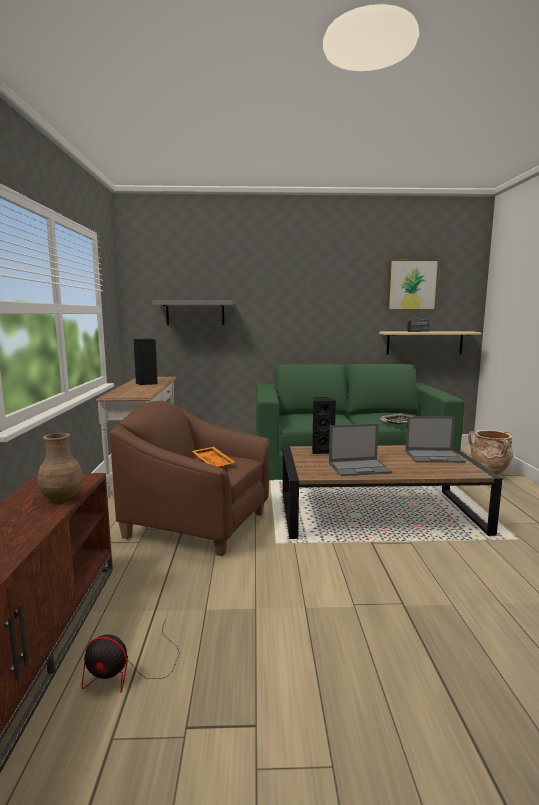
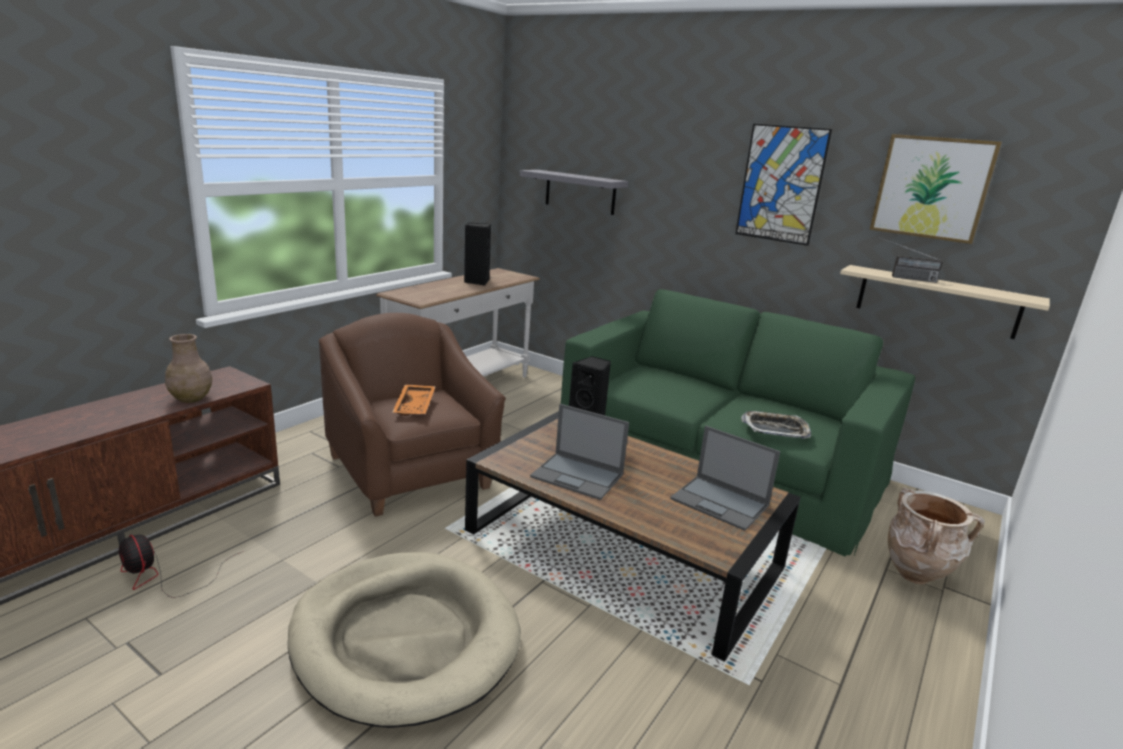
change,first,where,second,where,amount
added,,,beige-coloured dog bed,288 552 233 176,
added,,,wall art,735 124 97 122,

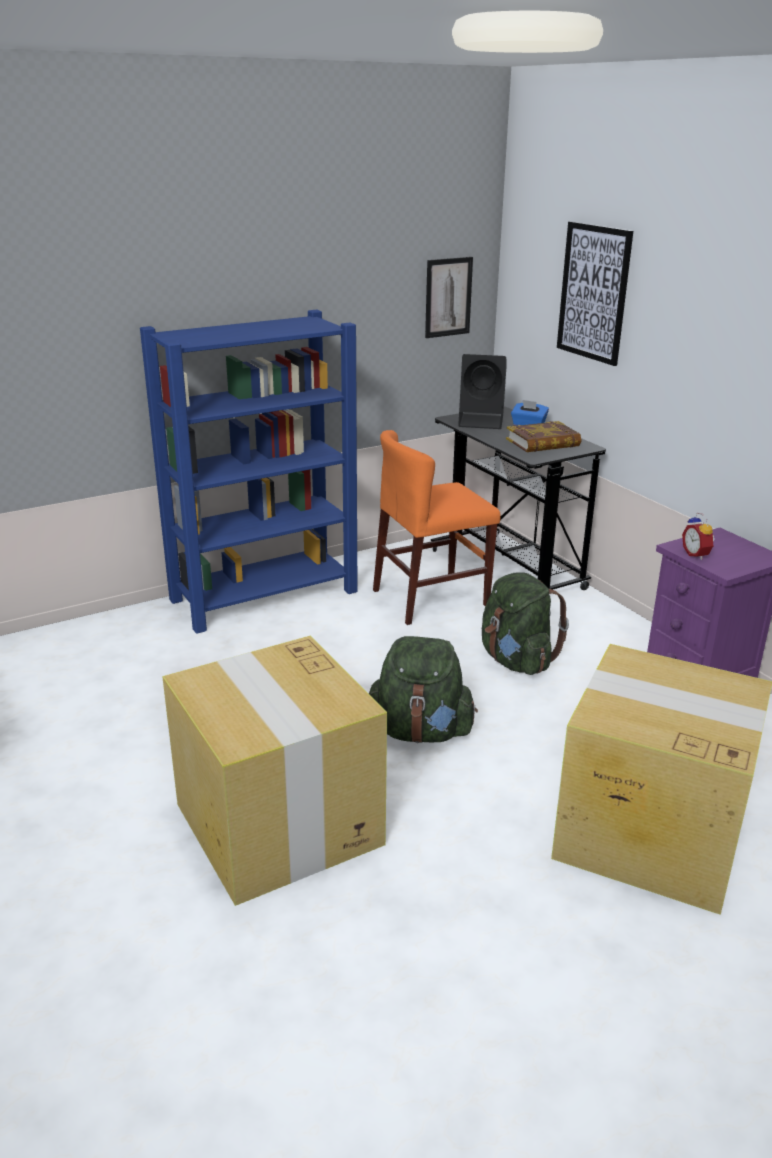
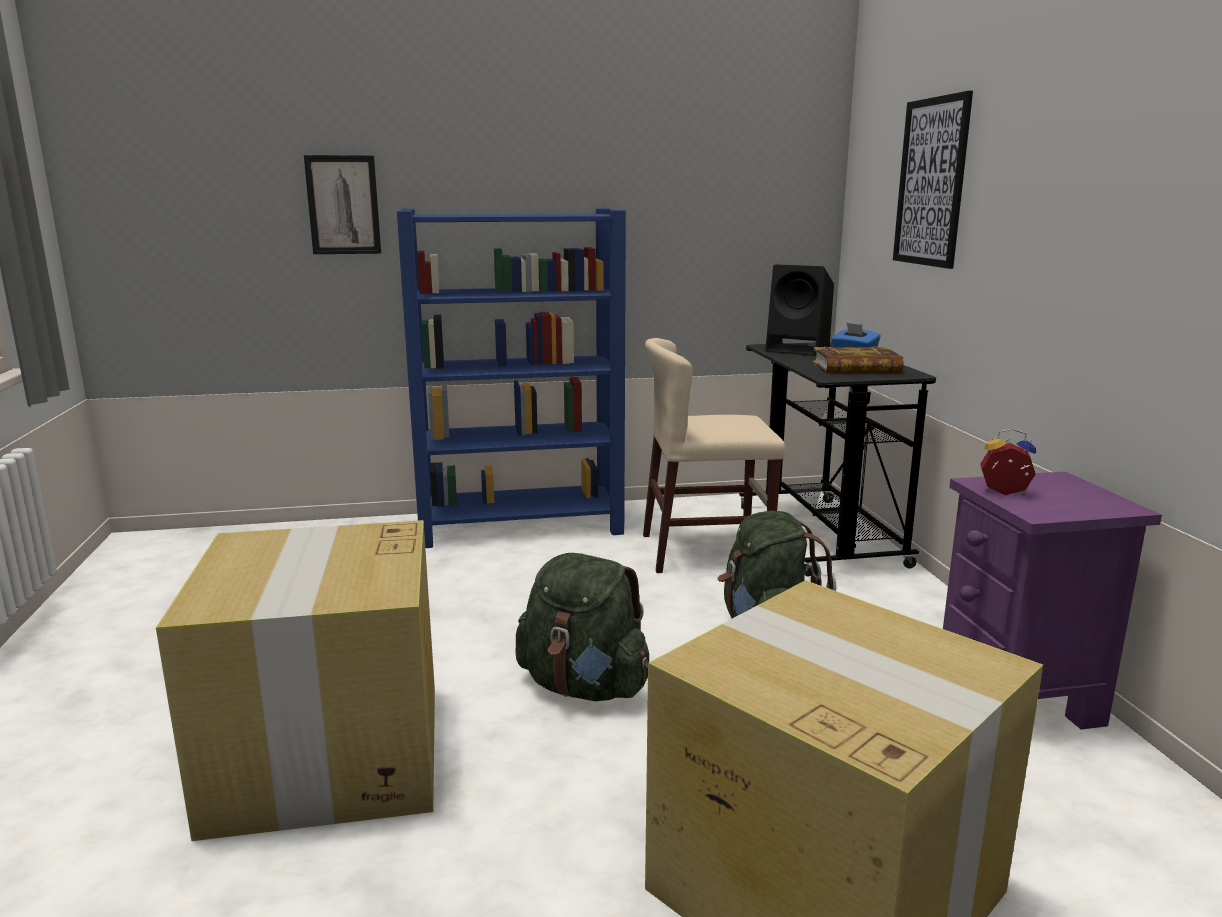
change,first,where,second,where,amount
moved,wall art,425 257 48 81,,304 155 77 99,
recoloured,orange-coloured chair,373 430 128 195,beige-coloured chair,643 338 143 235,
turned,alarm clock,682 513 33 47,,980 429 56 66,105 degrees clockwise

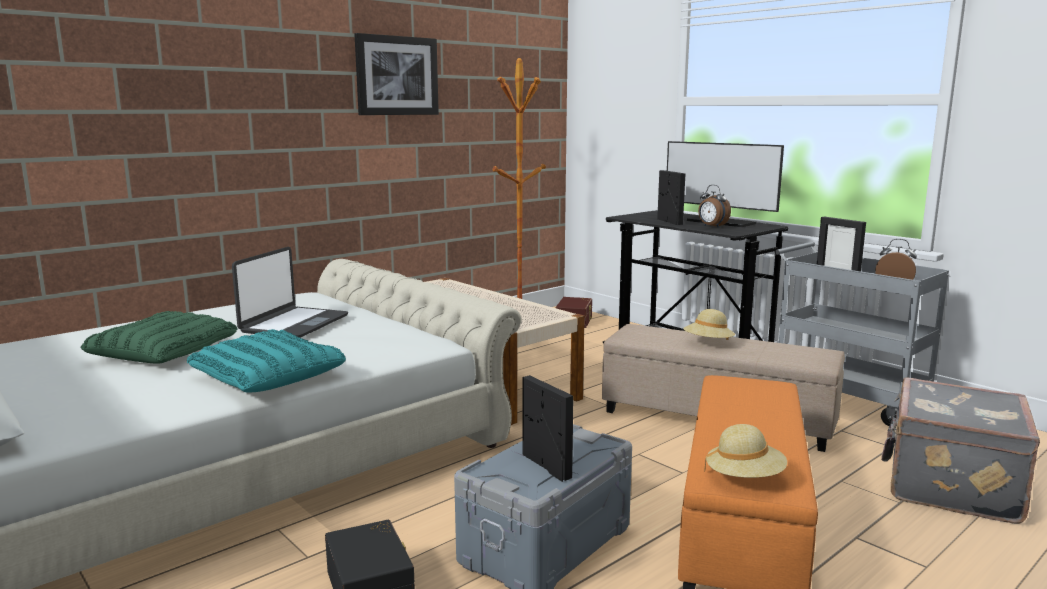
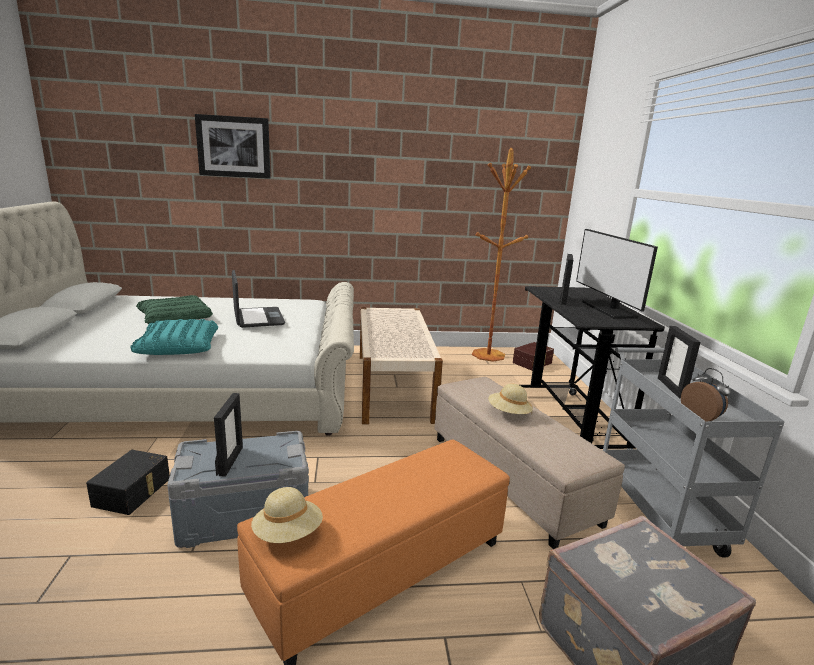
change,first,where,second,where,amount
removed,alarm clock,698 185 33 43,,,
moved,wall art,354 33 85 82,,195 114 76 65,
turned,notebook computer,232 247 116 91,,232 270 53 58,75 degrees counterclockwise

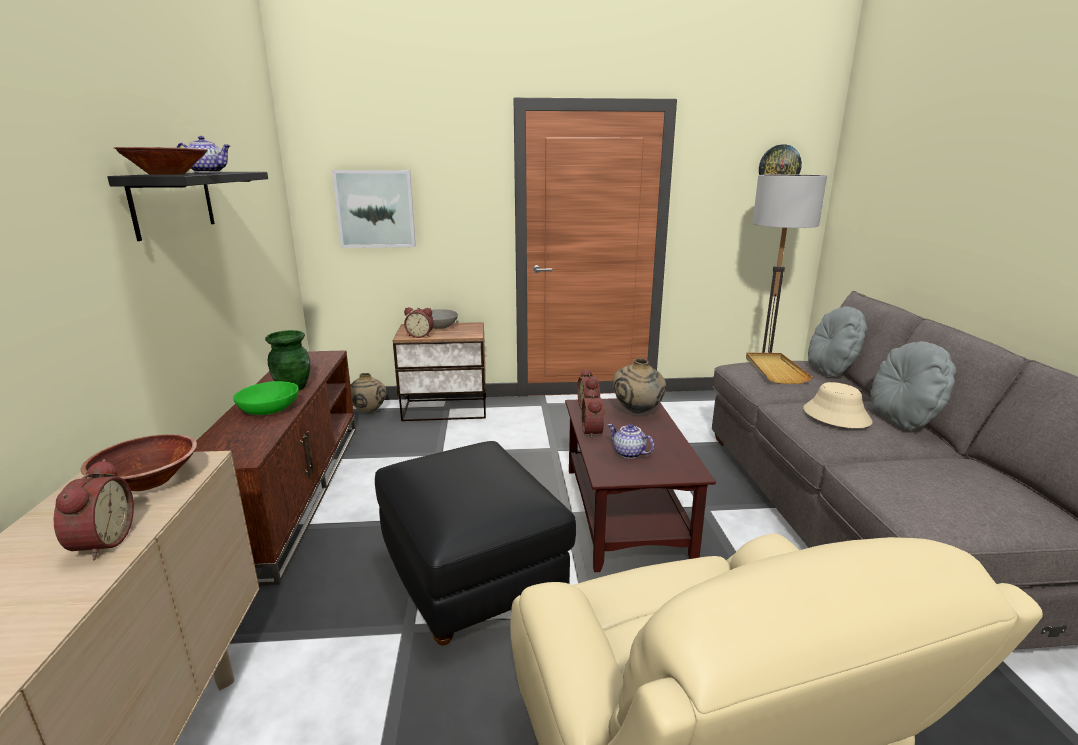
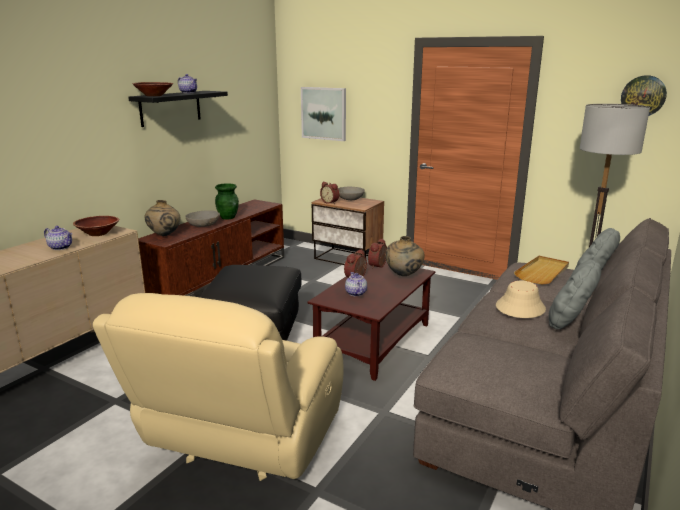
change,first,where,second,where,amount
moved,beige-coloured decorative vase,350 373 37 40,,145 200 35 36,
replaced,alarm clock,54 459 80 101,pot for tea,44 226 28 24,
recoloured,green deep dish,233 381 66 34,greyish deep dish,185 210 35 17,

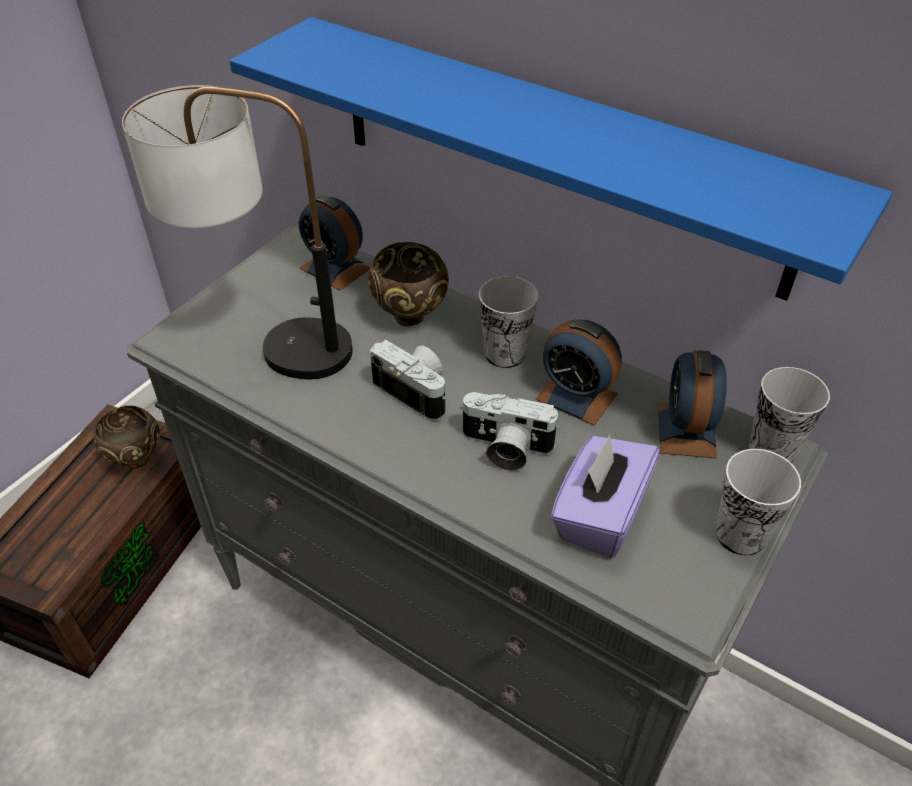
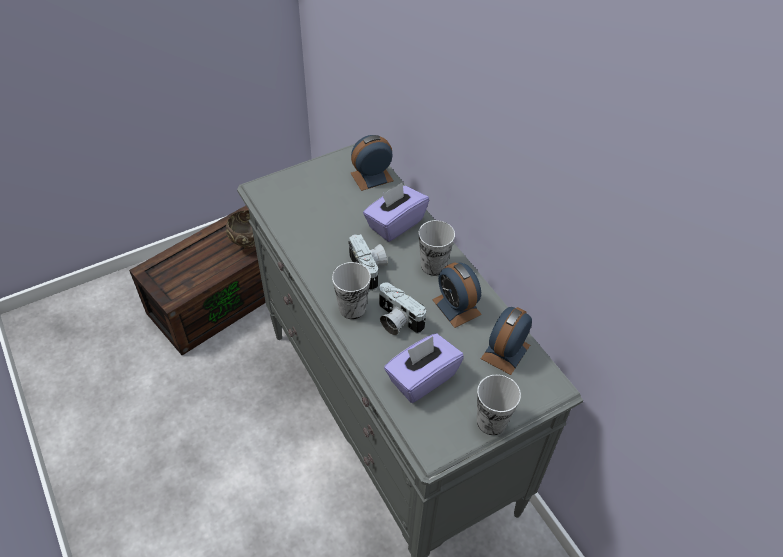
change,first,where,second,where,amount
removed,table lamp,122 85 231 294,,,
removed,blue wall shelf,230 17 662 284,,,
moved,cup,749 367 81 96,,332 262 39 57,
replaced,brownish deep dish,368 242 81 84,purple tissue holder,363 183 66 59,
turned,alarm clock,299 195 71 95,,351 135 43 56,90 degrees clockwise

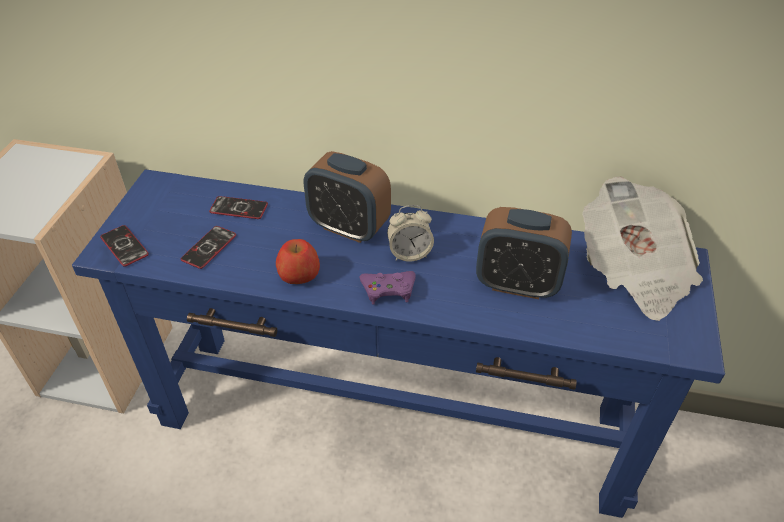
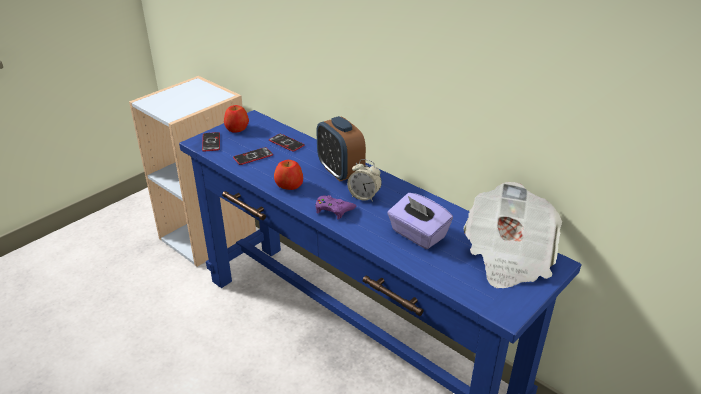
change,first,where,second,where,amount
added,,,apple,224 105 25 28,
replaced,alarm clock,476 207 96 92,purple tissue holder,387 193 66 56,

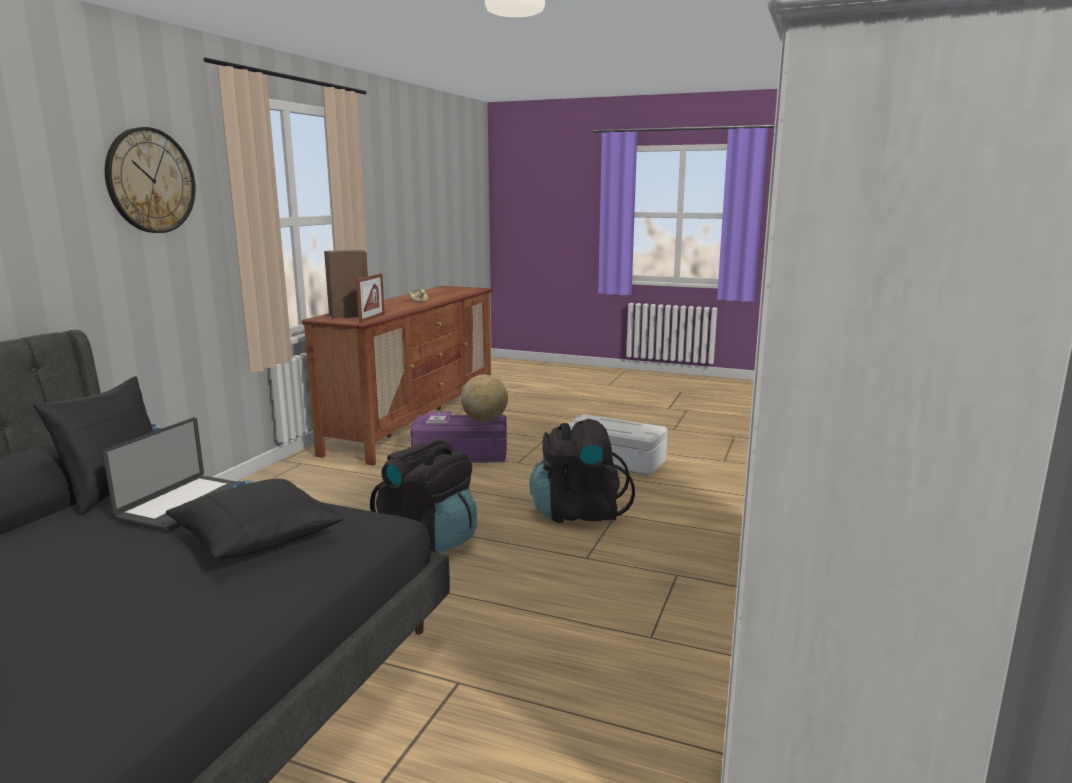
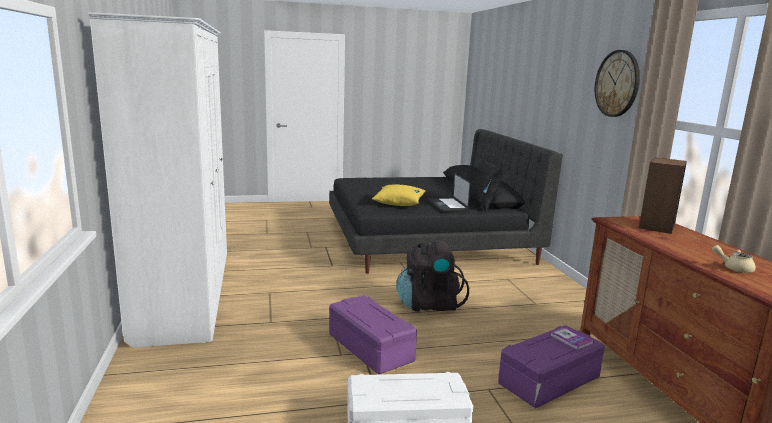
change,first,where,second,where,amount
removed,photo frame,356 273 29 50,,,
removed,globe,461 375 47 47,,,
replaced,black-coloured knapsack,529 419 106 104,purple storage bin,329 295 88 80,
recoloured,black-coloured cushion,166 479 178 80,yellow cushion,372 184 53 22,

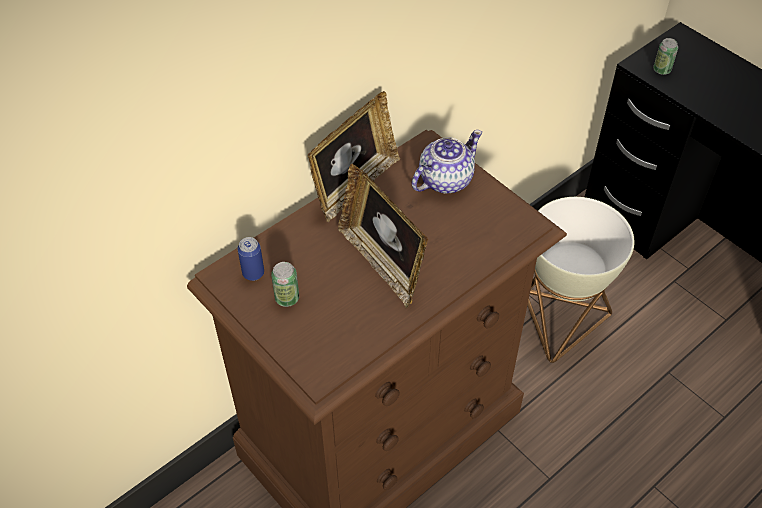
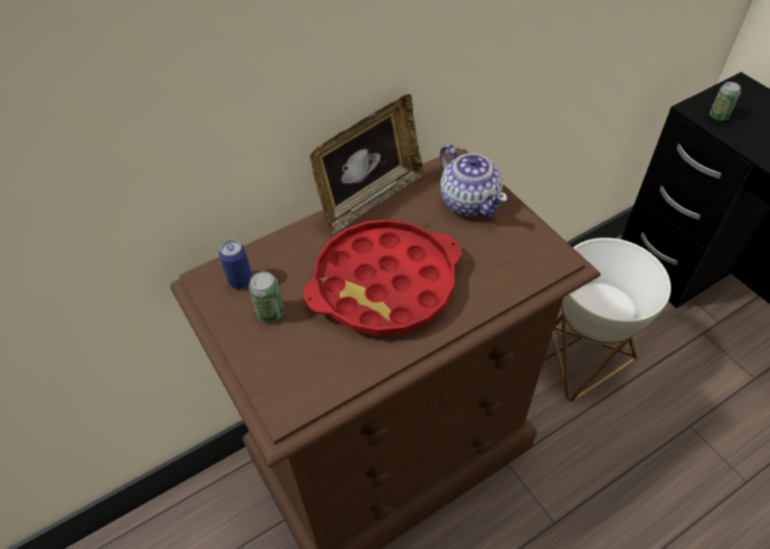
change,first,where,second,where,amount
replaced,photo frame,338 164 90 145,red serving tray,303 219 158 117,
turned,pot for tea,412 130 70 64,,440 144 67 73,90 degrees clockwise

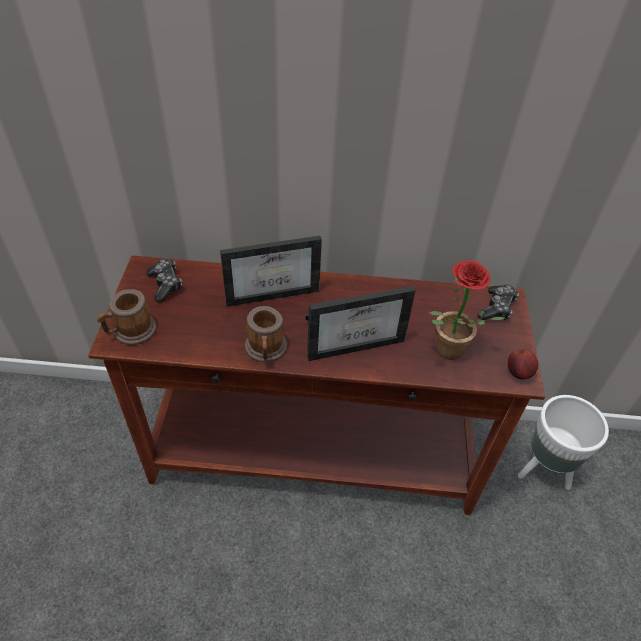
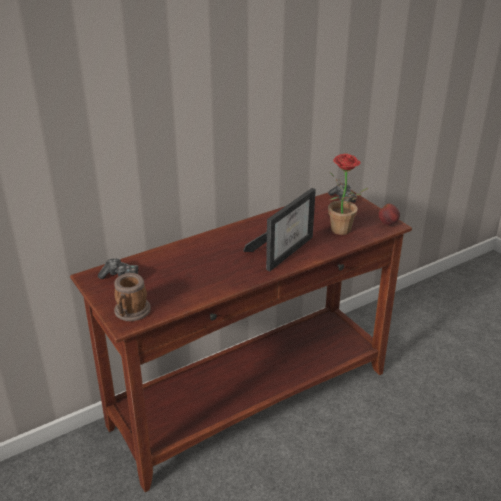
change,first,where,second,where,amount
removed,photo frame,220 236 102 71,,,
removed,coffee mug,245 306 42 57,,,
removed,white flower pot,518 395 91 95,,,

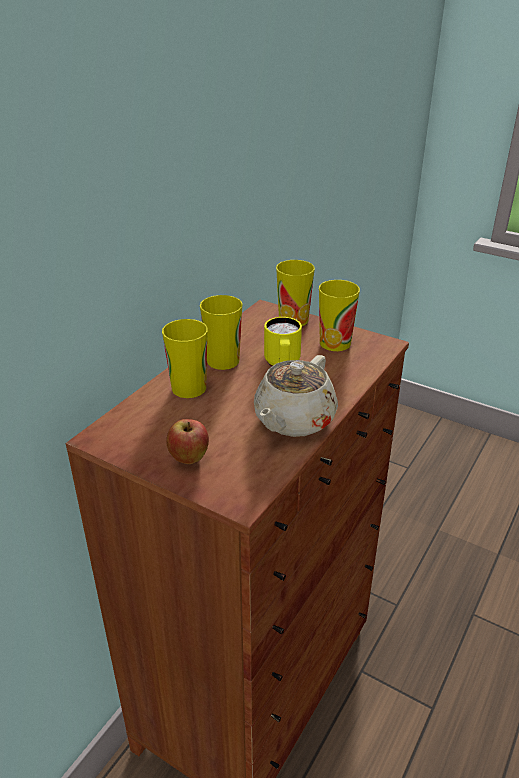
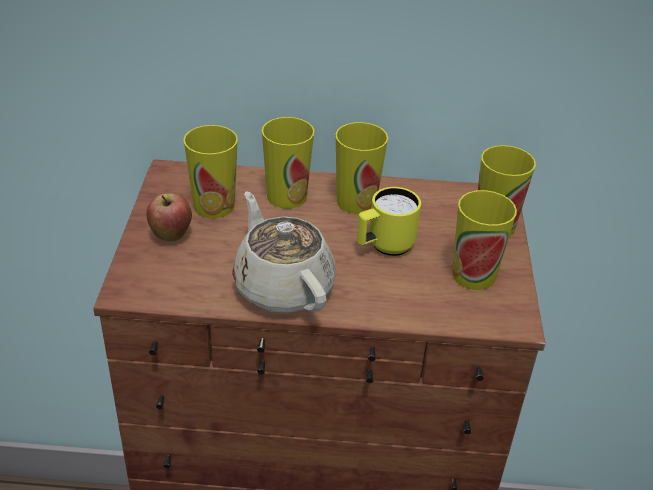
change,first,where,second,where,amount
added,,,cup,183 125 55 93,
turned,beige-coloured pot for tea,254 355 84 82,,232 191 104 122,60 degrees clockwise

